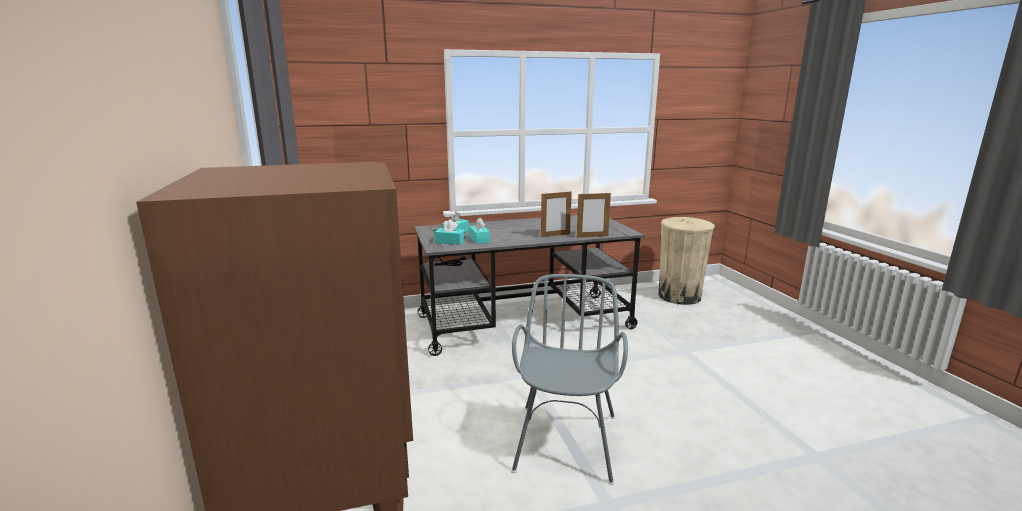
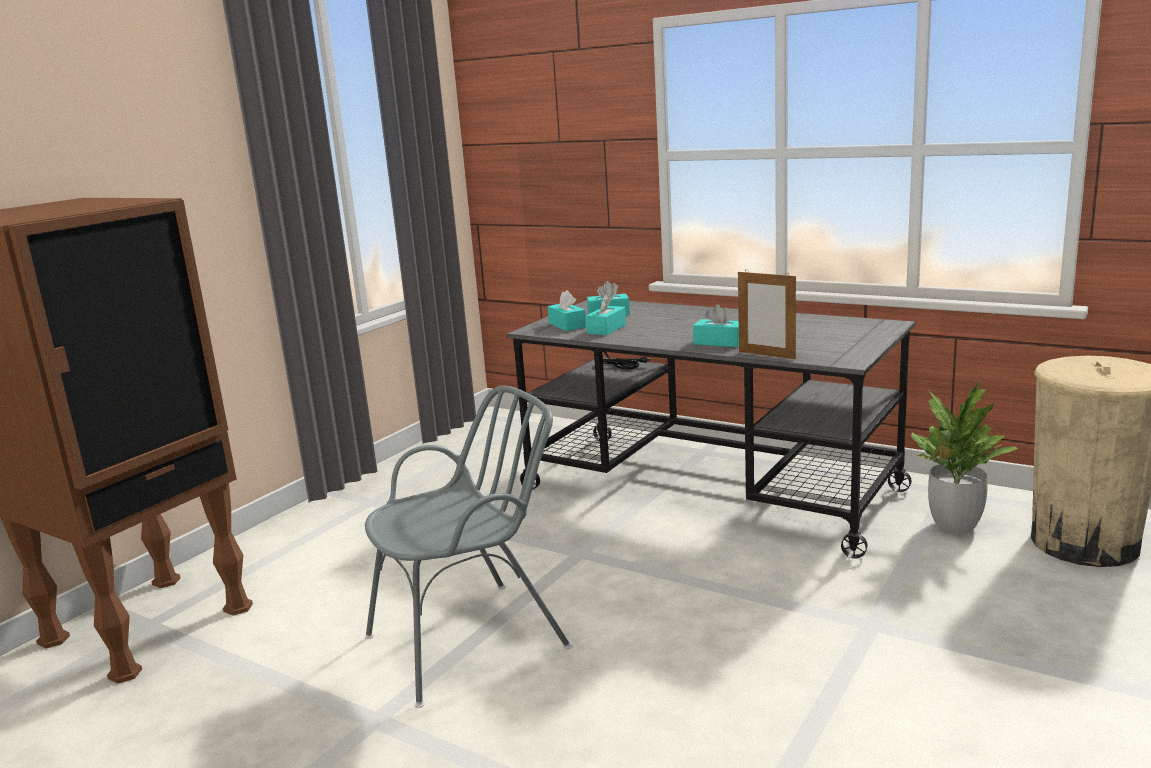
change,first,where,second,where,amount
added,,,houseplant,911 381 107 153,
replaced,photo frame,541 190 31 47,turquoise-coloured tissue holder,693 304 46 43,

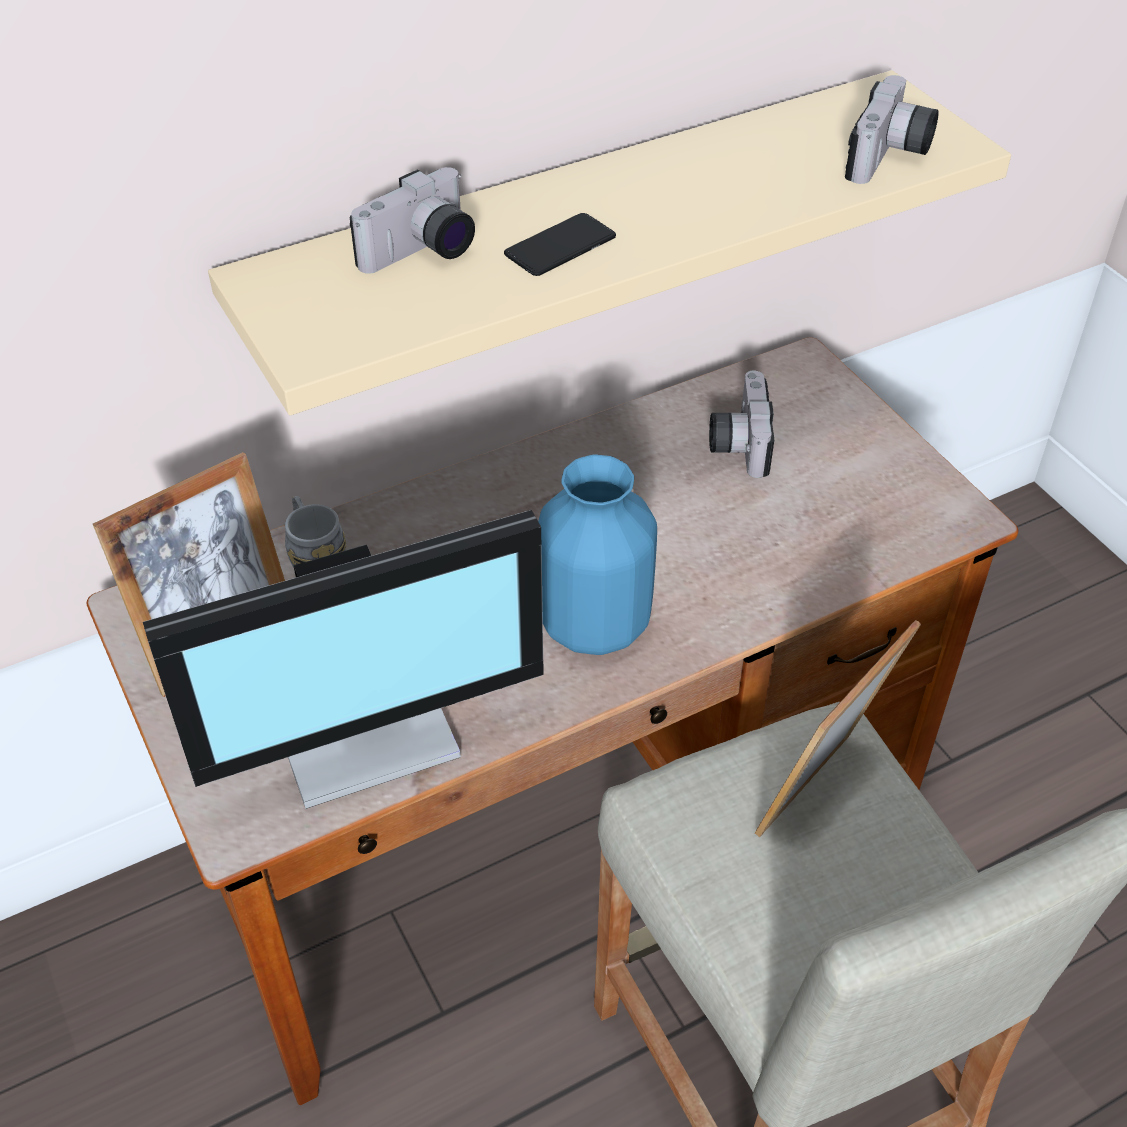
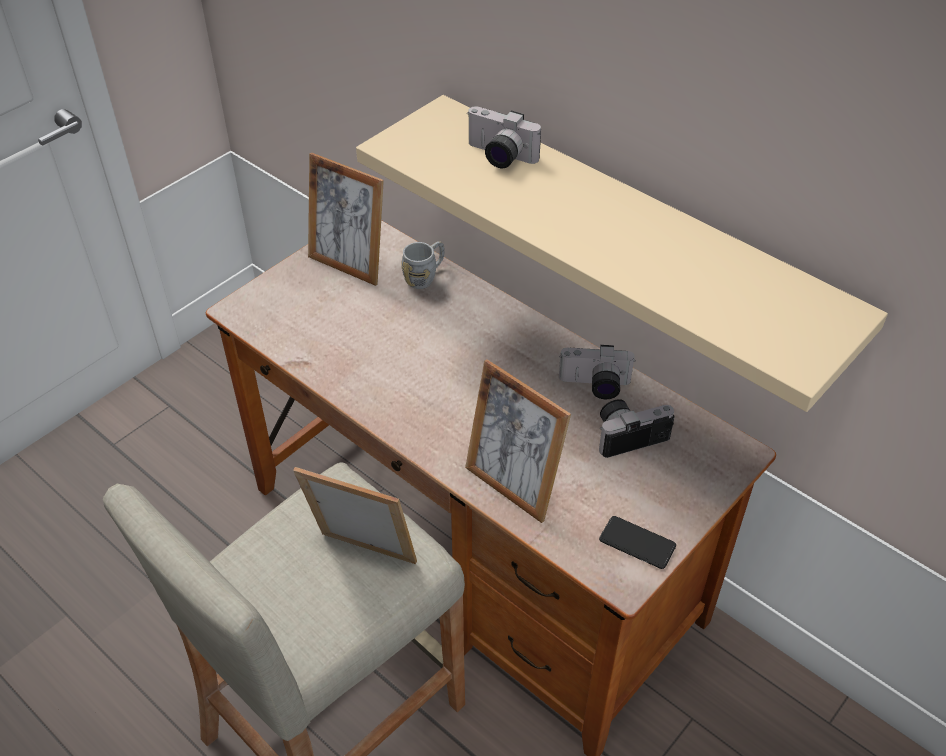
change,first,where,second,where,amount
removed,monitor,143 510 401 299,,,
removed,blue decorative vase,538 454 119 201,,,
added,,,photo frame,465 359 106 164,
moved,phone,504 213 112 63,,599 516 77 53,
moved,photo camera,845 75 94 109,,559 345 77 54,

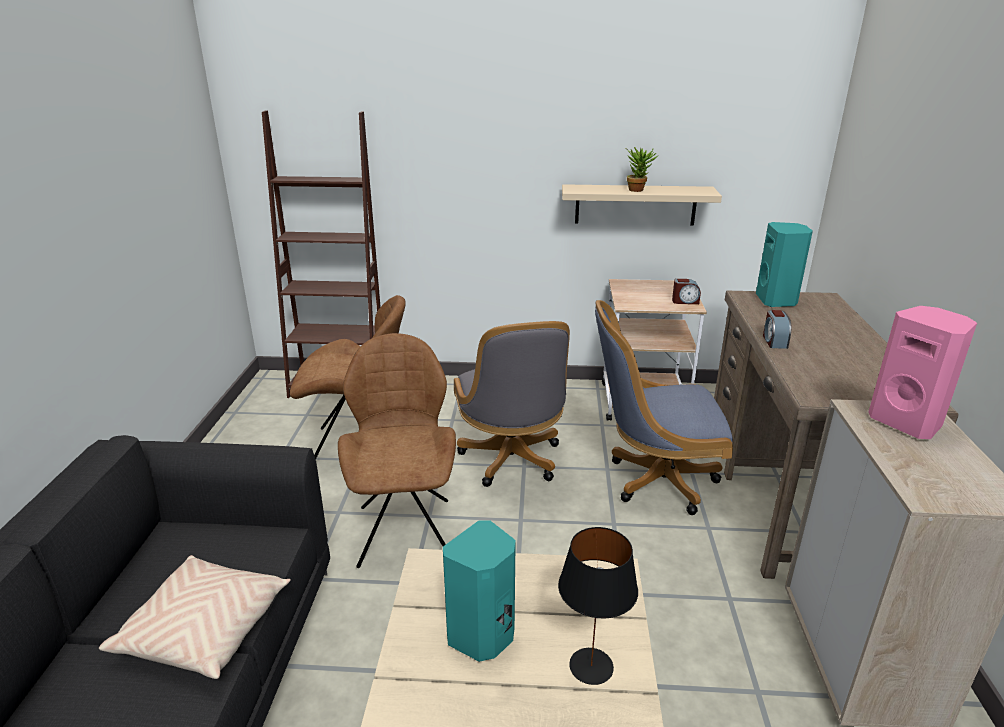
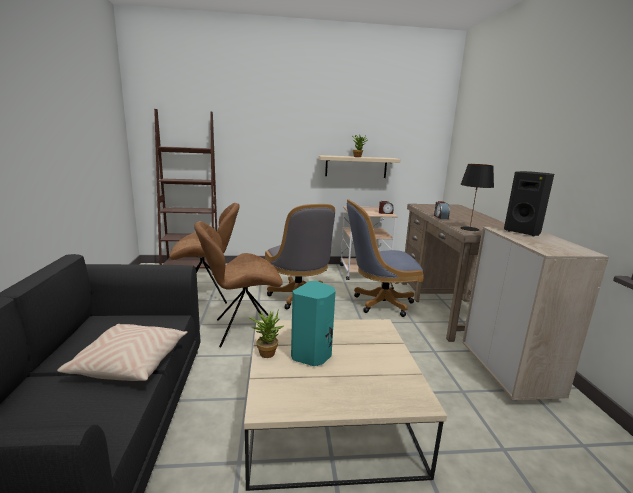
change,first,where,second,where,amount
removed,turquoise-coloured audio speaker,756 222 57 85,,,
added,,,houseplant,248 308 35 50,
moved,black-coloured table lamp,558 527 80 158,,460 164 34 67,
recoloured,pink audio speaker,869 306 108 133,black-coloured audio speaker,504 171 50 65,
turned,brownish chair,338 333 118 235,,194 221 89 127,90 degrees counterclockwise

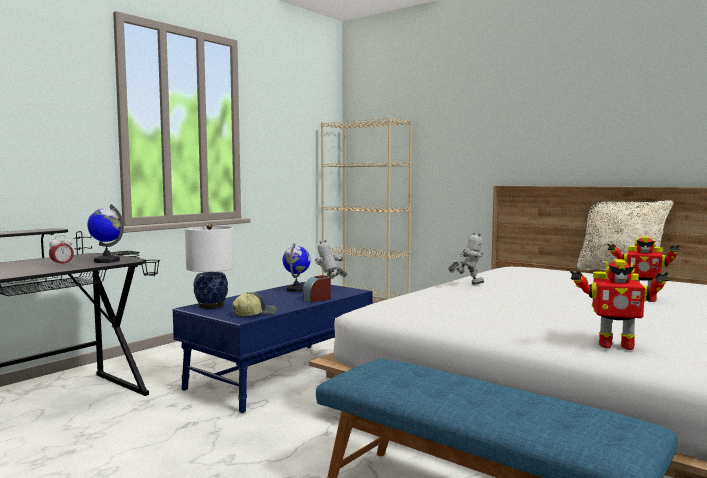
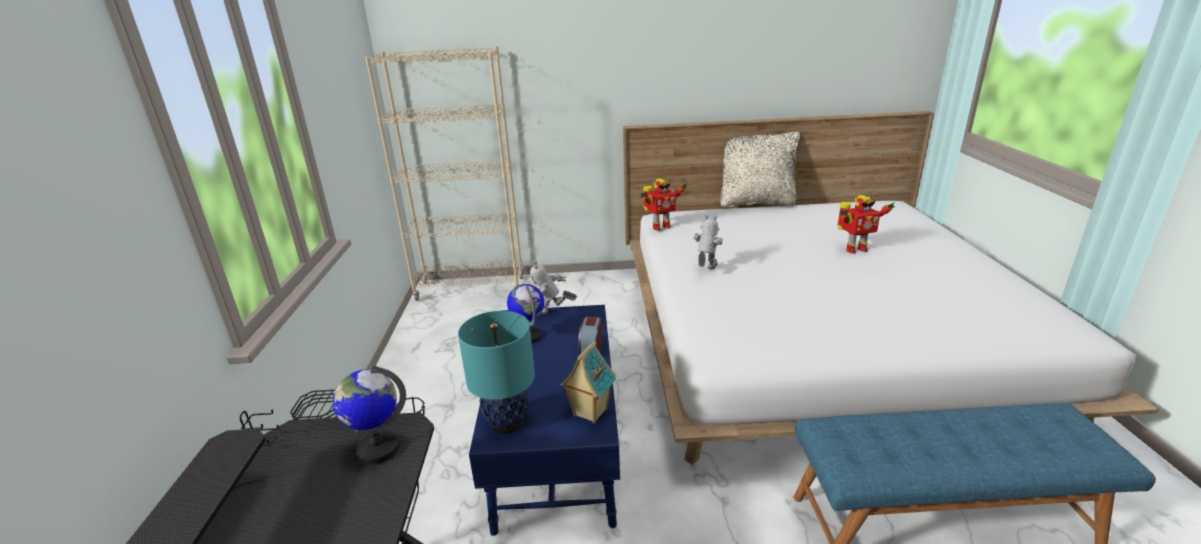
change,first,where,second,where,amount
removed,alarm clock,49 235 25 32,,,
moved,model robot,570 259 99 91,,641 179 46 52,
replaced,cap,232 292 45 24,model house,561 341 55 82,
recoloured,white table lamp,185 224 49 85,turquoise-coloured table lamp,458 311 77 123,

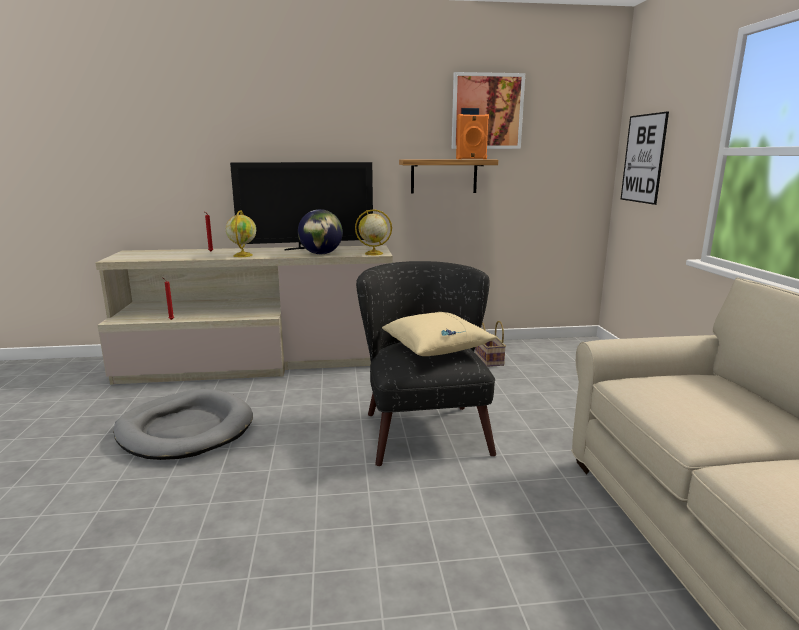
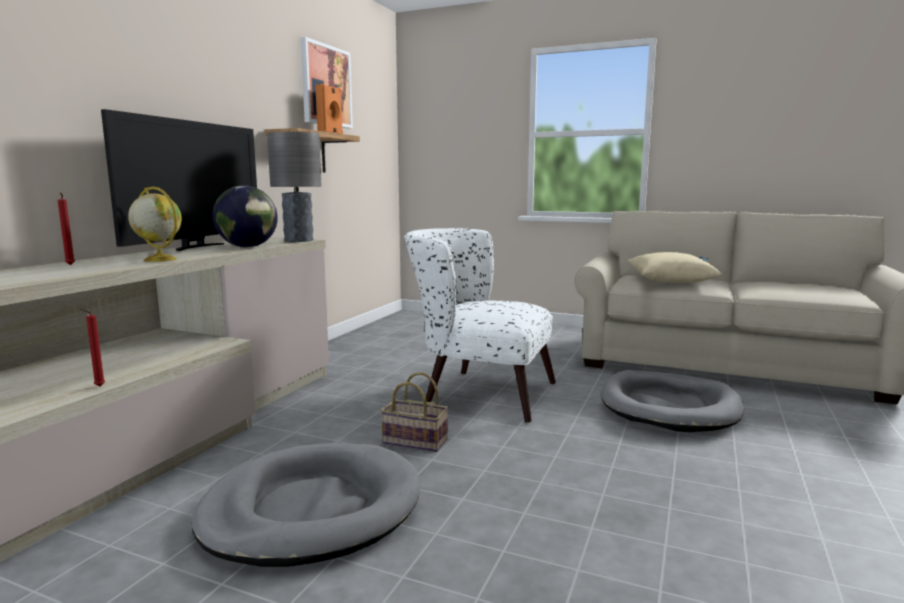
change,first,where,second,where,amount
removed,wall art,621 111 48 94,,,
added,,,greyish dog bed,601 370 143 62,
moved,beige-coloured cushion,382 312 114 44,,627 252 95 31,
moved,storage basket,475 321 31 46,,381 372 68 80,
replaced,globe,355 209 37 46,greyish table lamp,267 132 55 110,
recoloured,black-coloured armchair,356 261 140 205,white armchair,404 228 152 195,

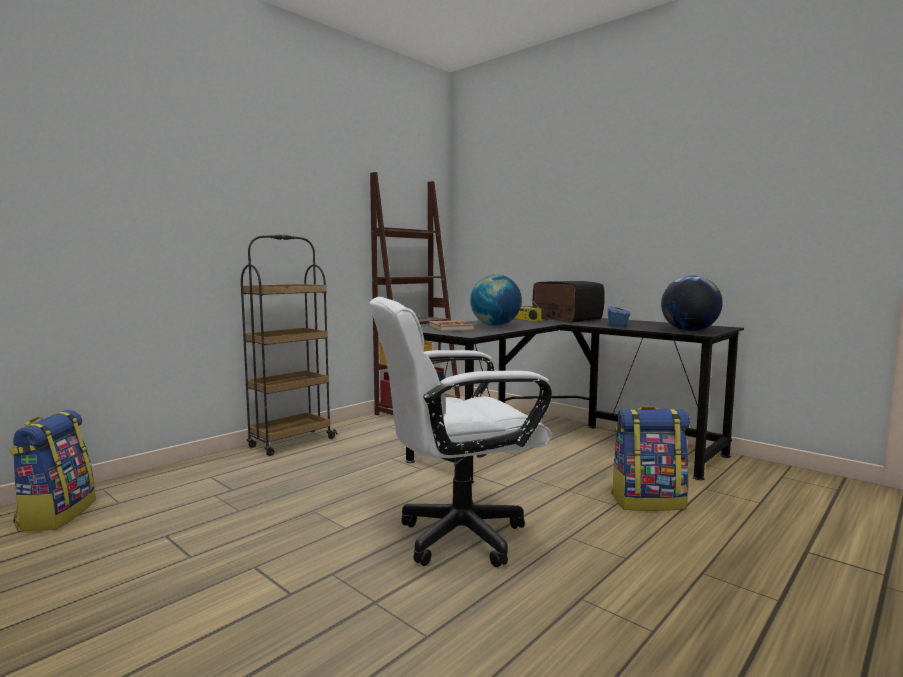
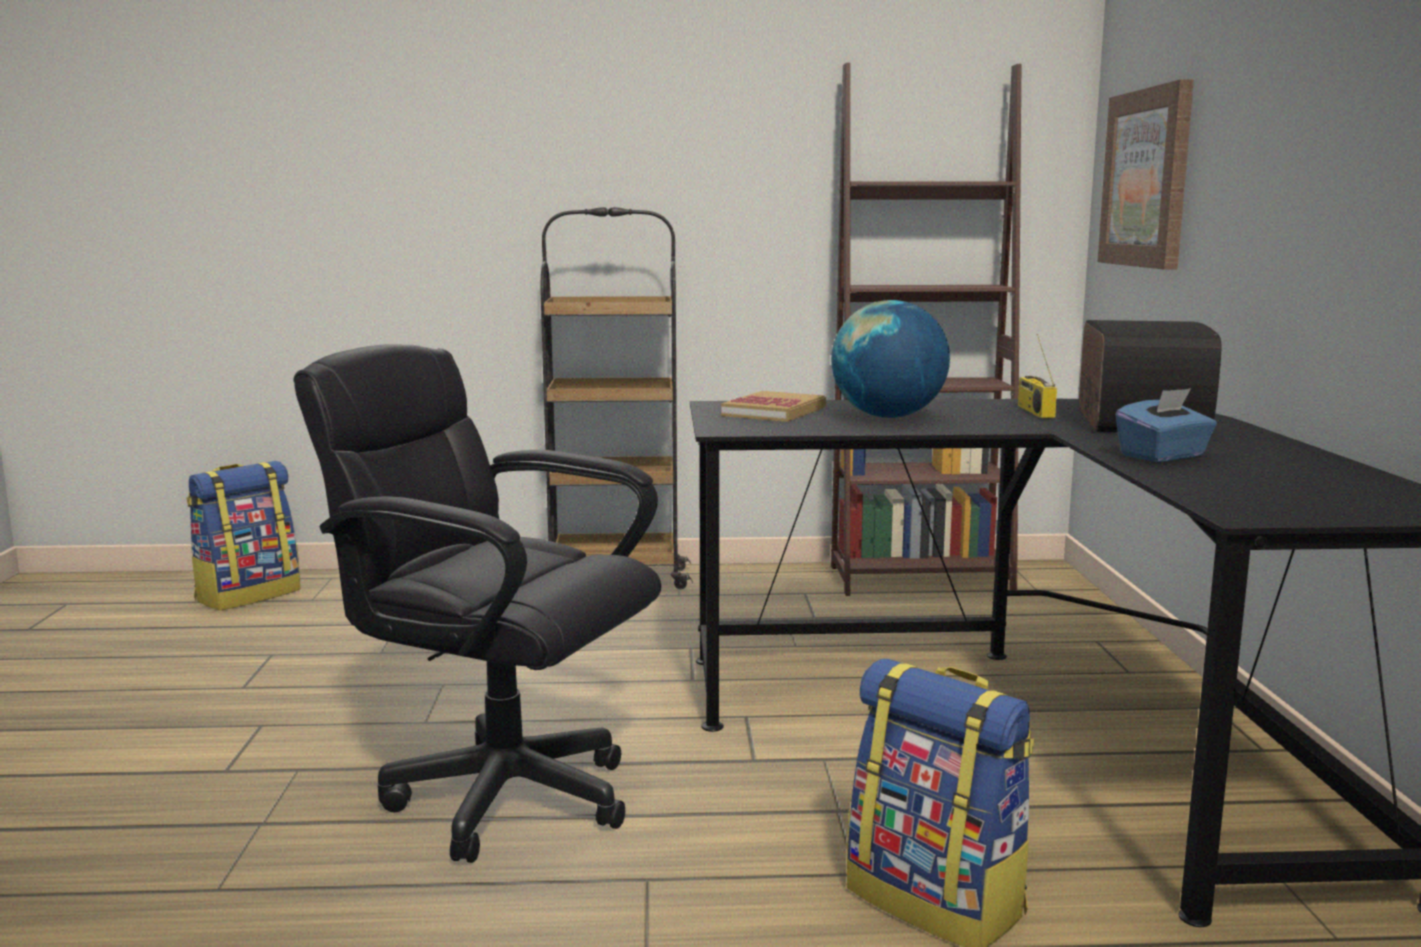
change,first,where,second,where,amount
removed,globe,661 275 62 57,,,
added,,,wall art,1097 79 97 191,
recoloured,white desk chair,369 297 183 270,black-coloured desk chair,293 344 368 519,

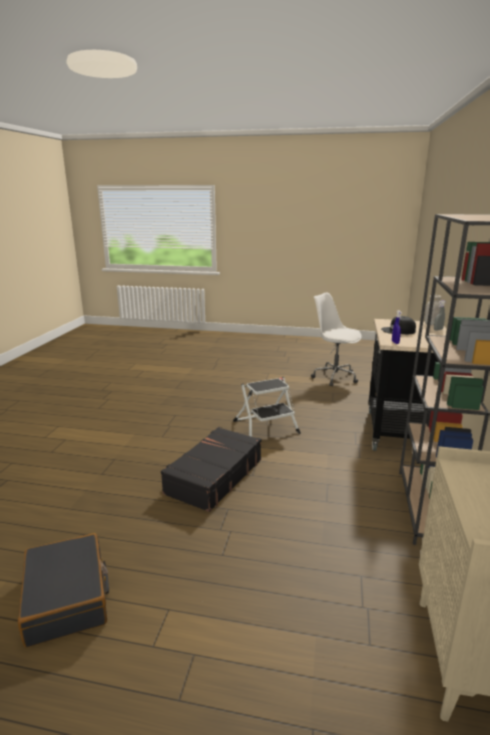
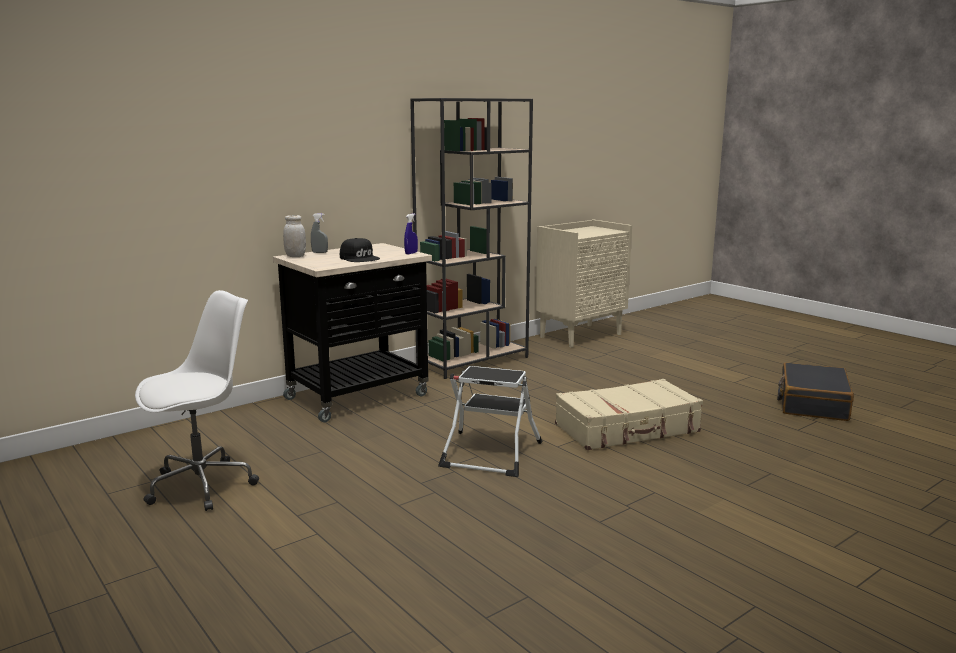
change,first,where,second,where,amount
recoloured,black-coloured piece of luggage,161 427 100 85,beige-coloured piece of luggage,555 379 148 71,
turned,white desk chair,311 293 51 94,,135 290 124 221,120 degrees counterclockwise

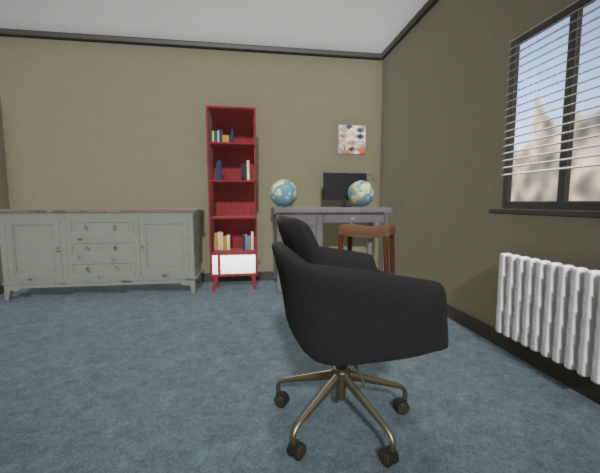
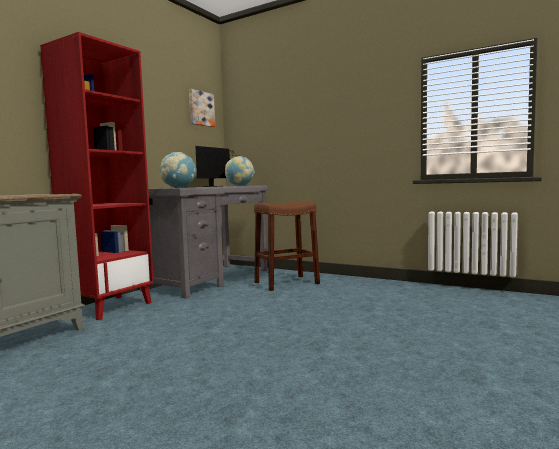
change,first,where,second,where,amount
removed,black-coloured desk chair,272 215 176 253,,,

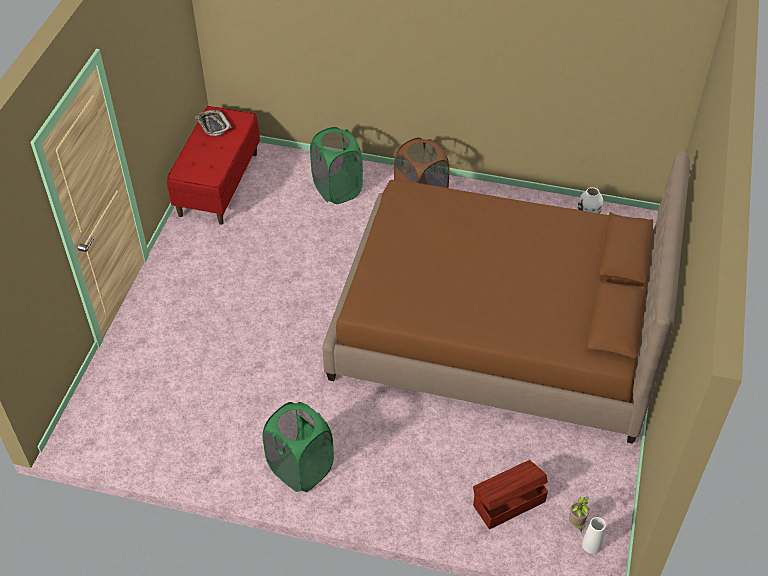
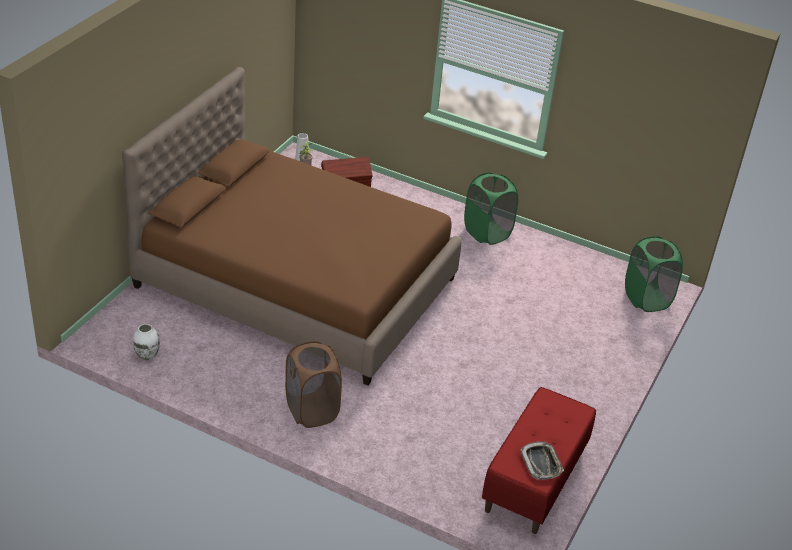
change,first,where,second,where,amount
moved,green washing basket,310 127 53 77,,625 236 58 76,

